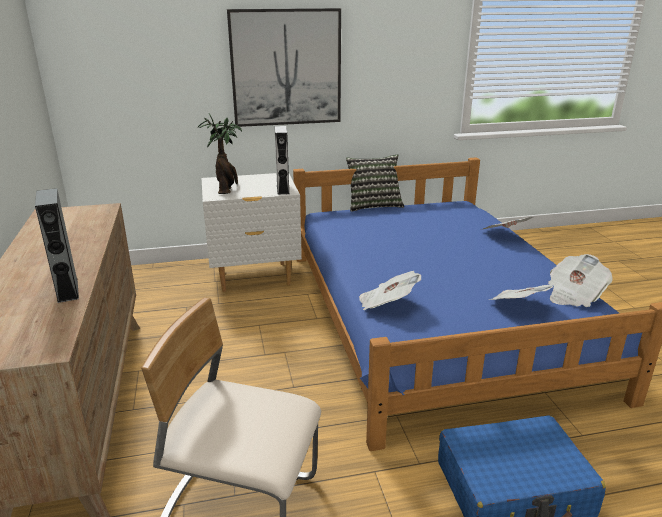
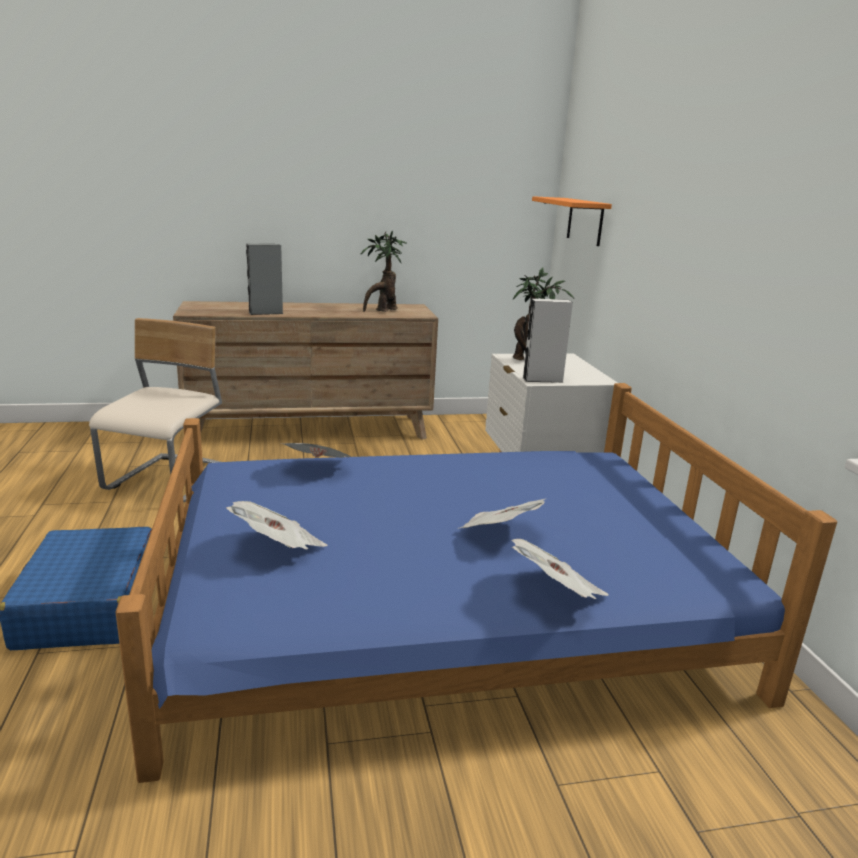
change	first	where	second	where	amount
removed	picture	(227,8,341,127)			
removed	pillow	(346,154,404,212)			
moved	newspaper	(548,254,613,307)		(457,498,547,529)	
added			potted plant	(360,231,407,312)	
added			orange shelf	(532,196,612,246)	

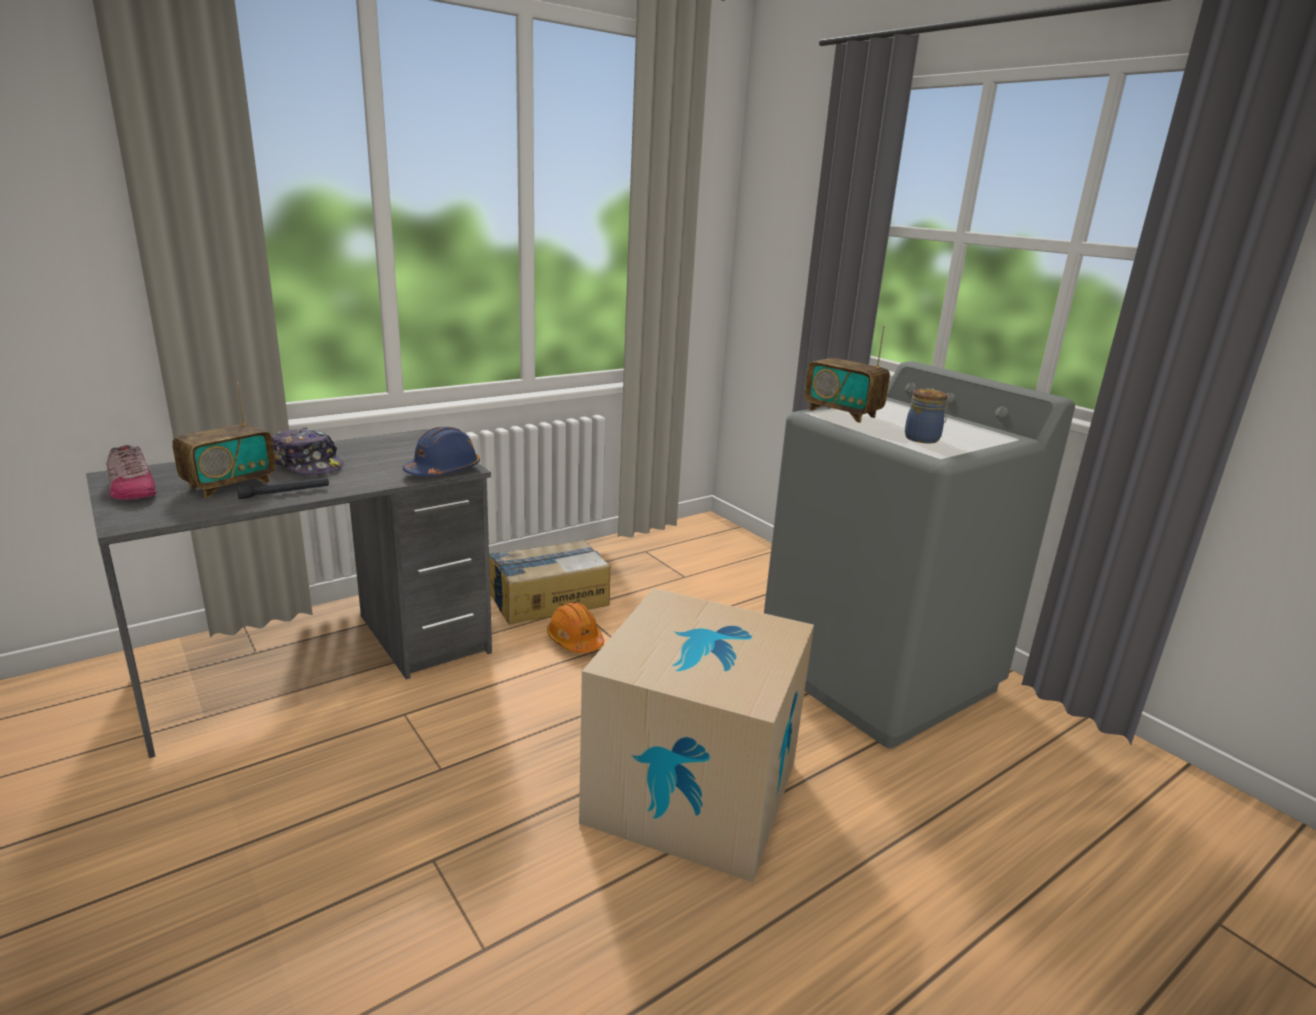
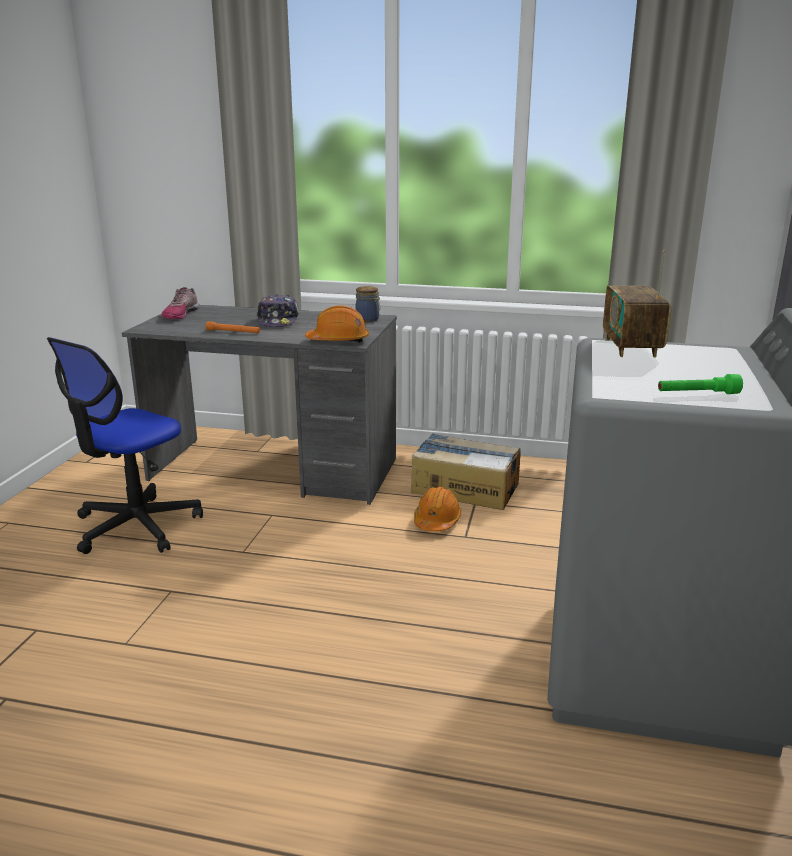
change	first	where	second	where	amount
removed	radio	(172,382,276,498)			
recoloured	black flashlight	(237,477,329,499)	orange flashlight	(206,321,260,333)	
recoloured	blue hard hat	(403,427,480,476)	orange hard hat	(305,305,369,342)	
removed	cardboard box	(579,588,814,883)			
moved	jar	(905,389,950,443)		(355,286,380,322)	
added			office chair	(47,337,203,554)	
added			green flashlight	(658,374,743,394)	

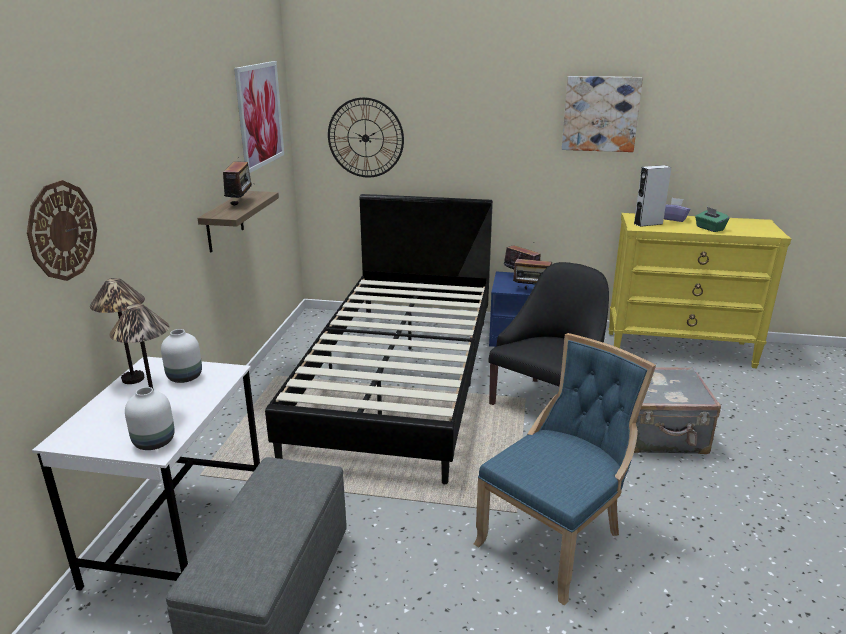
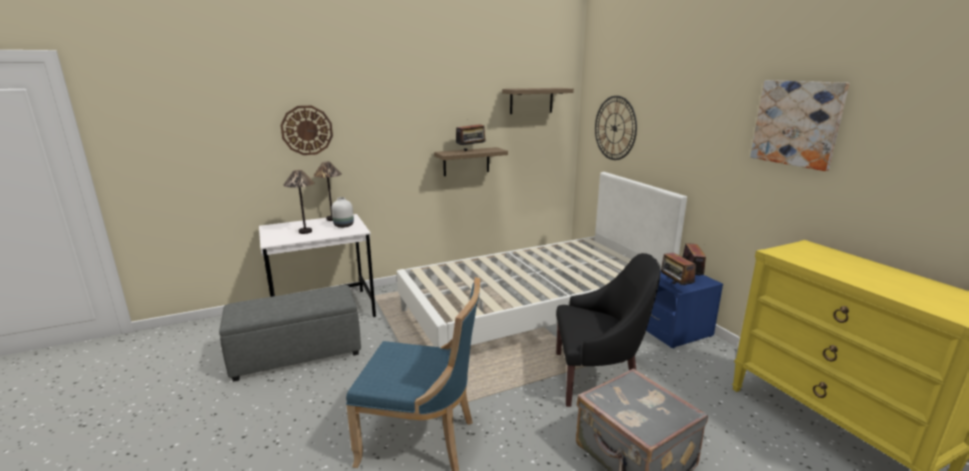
change	first	where	second	where	amount
removed	white vase	(125,387,175,450)			
replaced	picture	(234,61,284,173)	shelf	(502,88,574,114)	
recoloured	black bed	(265,194,493,484)	white bed	(397,172,687,348)	
removed	grey speaker	(634,165,671,227)			
removed	purple tissue box	(664,198,690,222)			
removed	green tissue box	(695,207,729,232)			

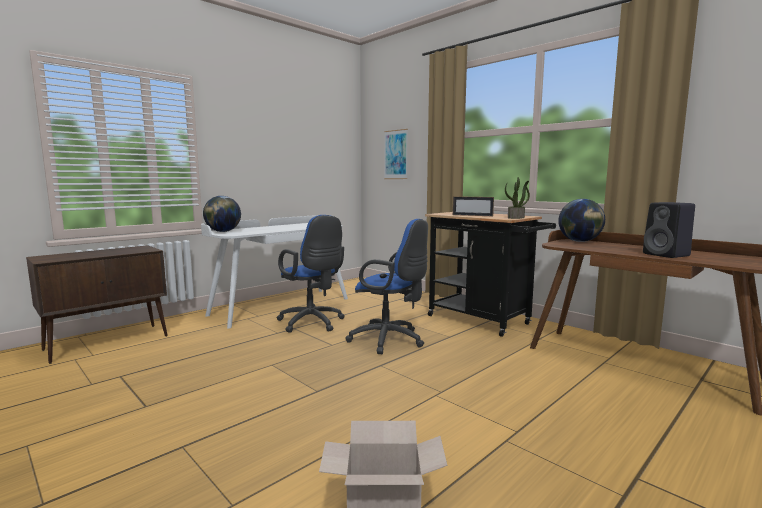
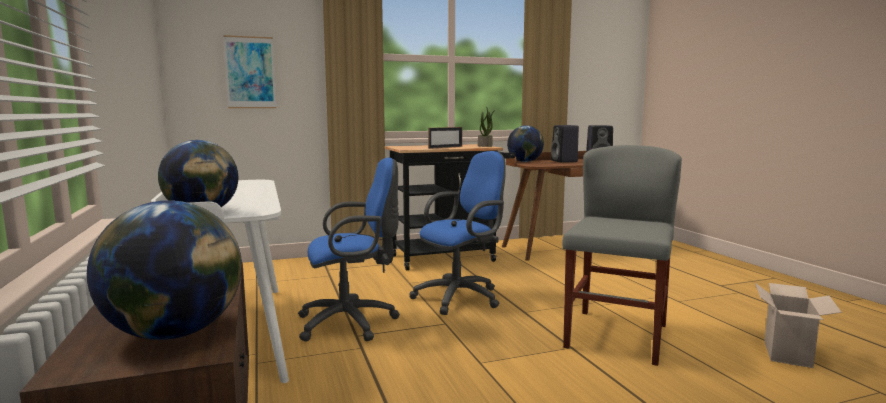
change	first	where	second	where	amount
added			globe	(87,200,242,340)	
added			black speaker	(551,125,579,162)	
added			grey chair	(562,145,682,366)	

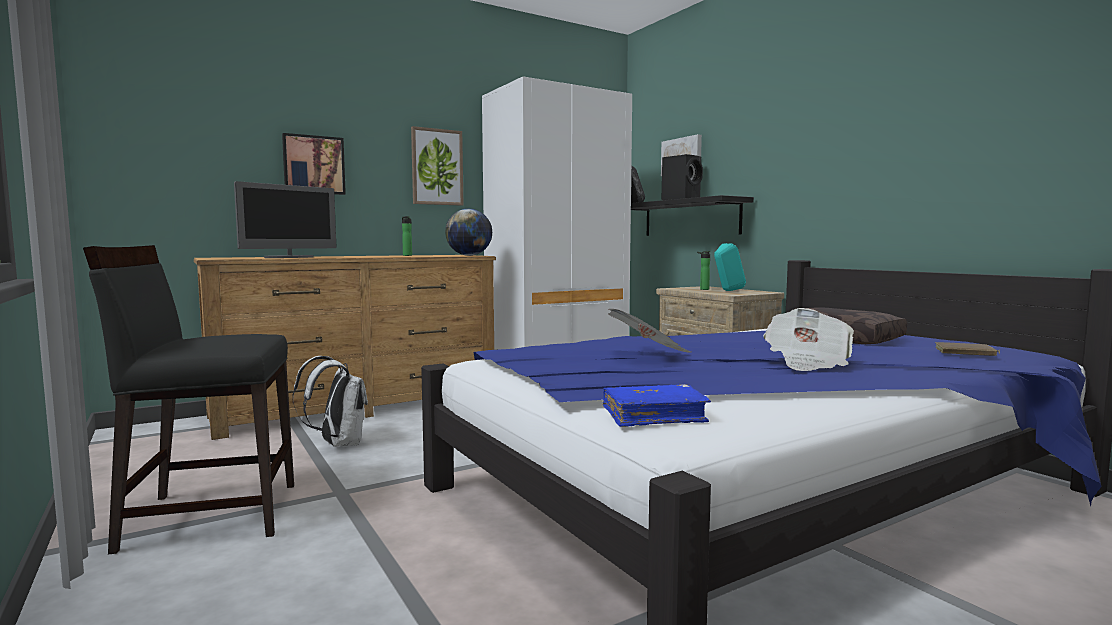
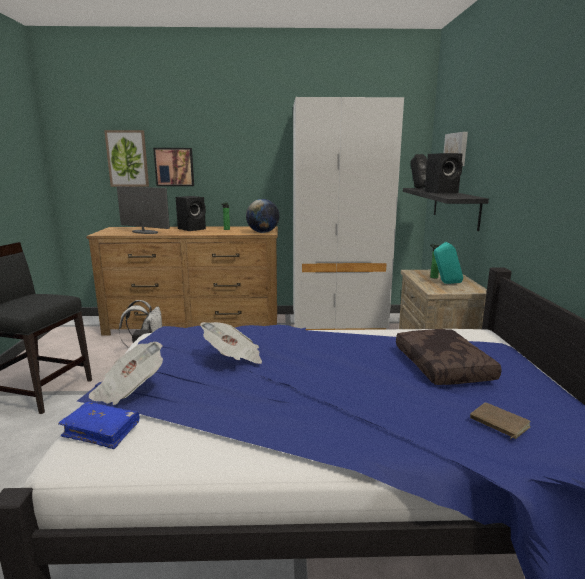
change	first	where	second	where	amount
turned	monitor	(234,181,337,258)		(117,186,170,234)	135 degrees counterclockwise
moved	picture	(411,126,463,206)		(104,130,149,187)	
moved	newspaper	(763,308,854,371)		(89,342,163,405)	
added			black speaker	(176,196,206,231)	

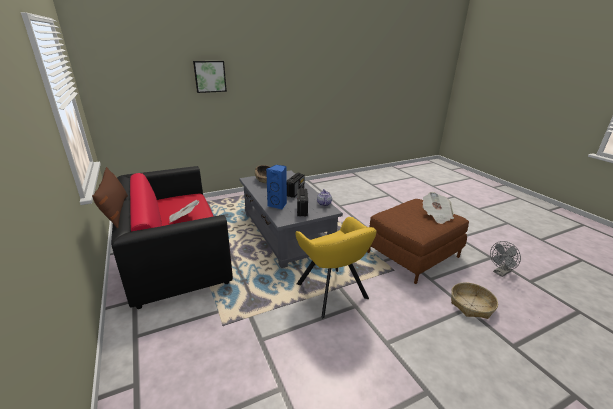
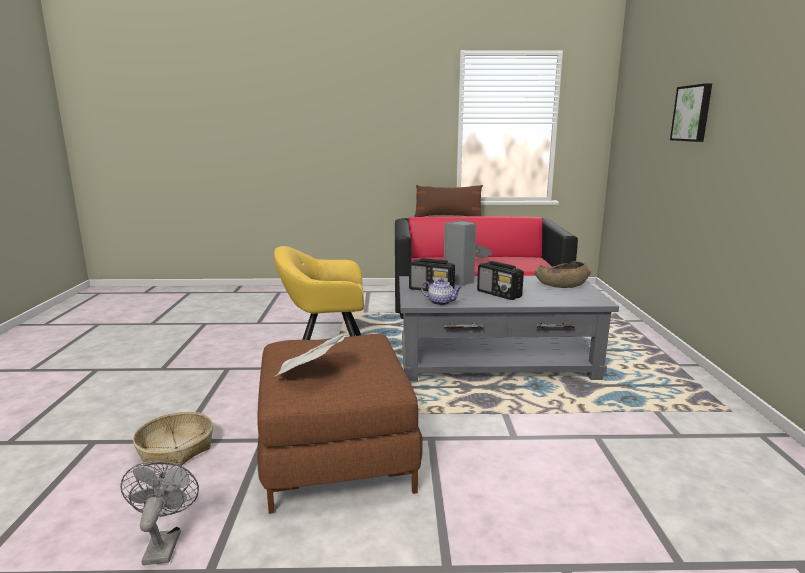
change	first	where	second	where	amount
recoloured	blue speaker	(266,165,287,210)	grey speaker	(444,220,476,286)	

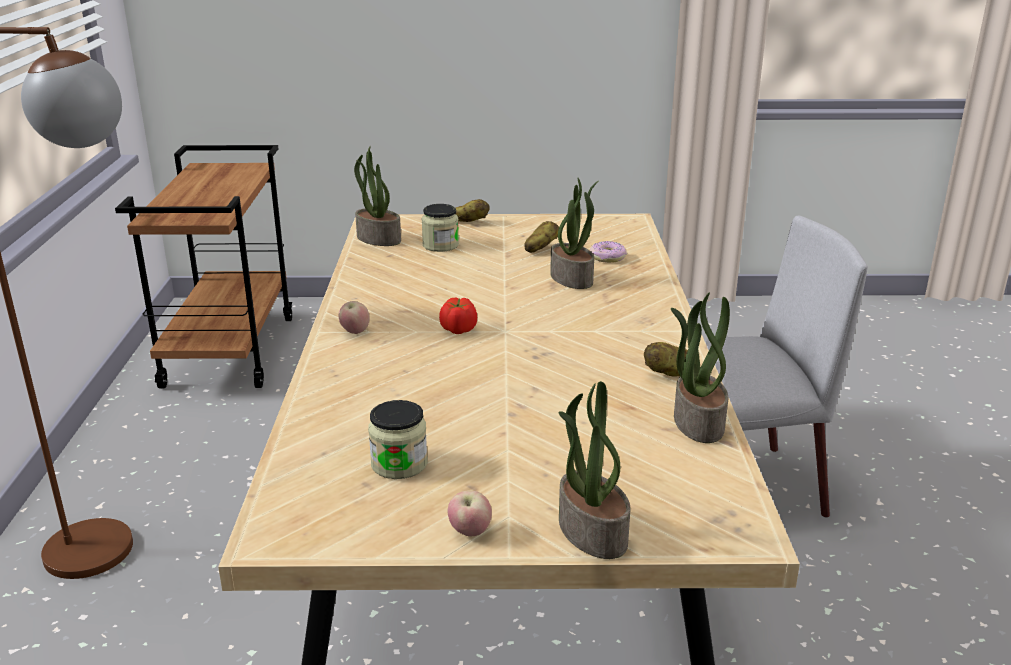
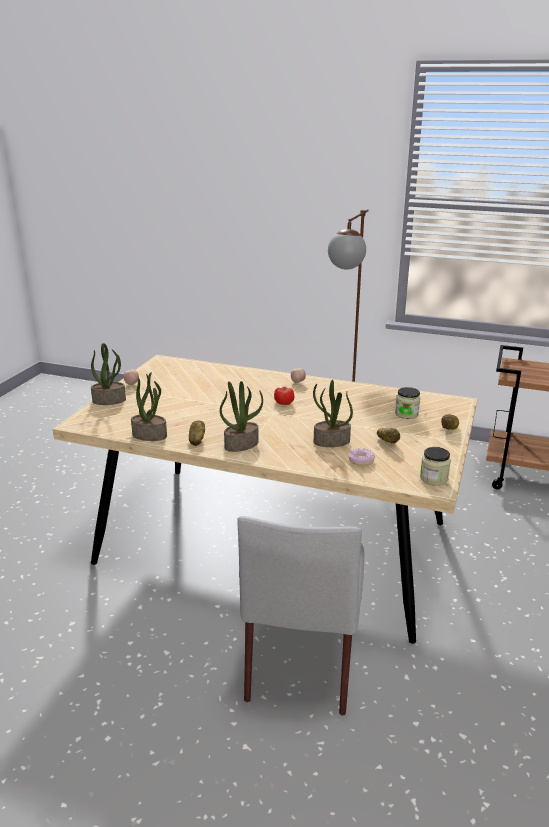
change	first	where	second	where	amount
moved	potted plant	(354,146,401,246)		(220,381,263,452)	
moved	jar	(368,400,428,479)		(420,447,451,486)	

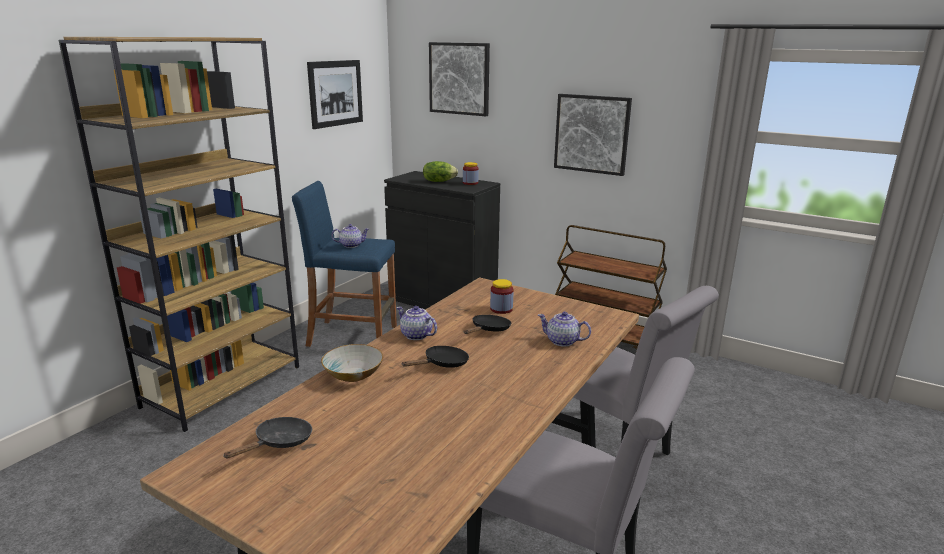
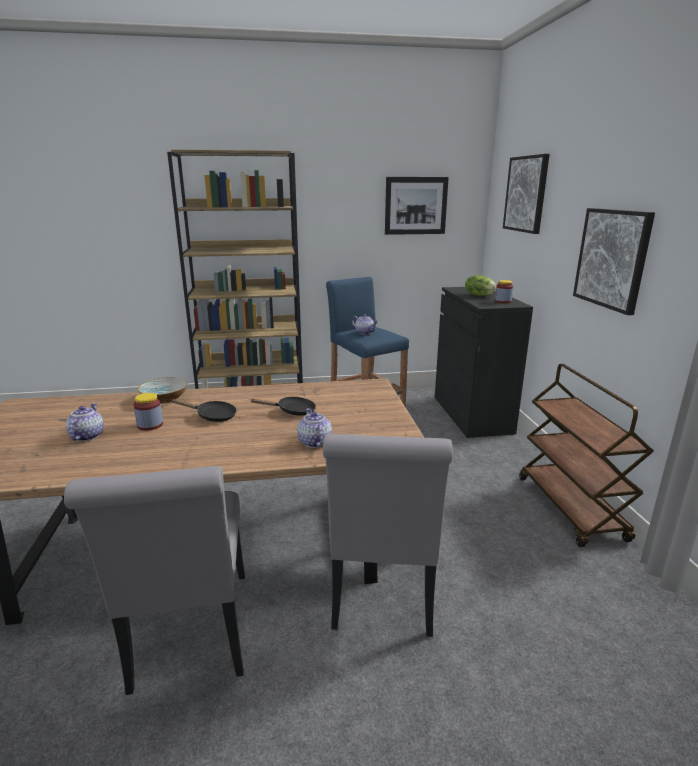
change	first	where	second	where	amount
removed	black frying pan	(224,417,312,459)			
moved	teapot	(396,306,437,340)		(66,403,104,441)	
moved	jar	(490,279,514,314)		(134,393,163,431)	

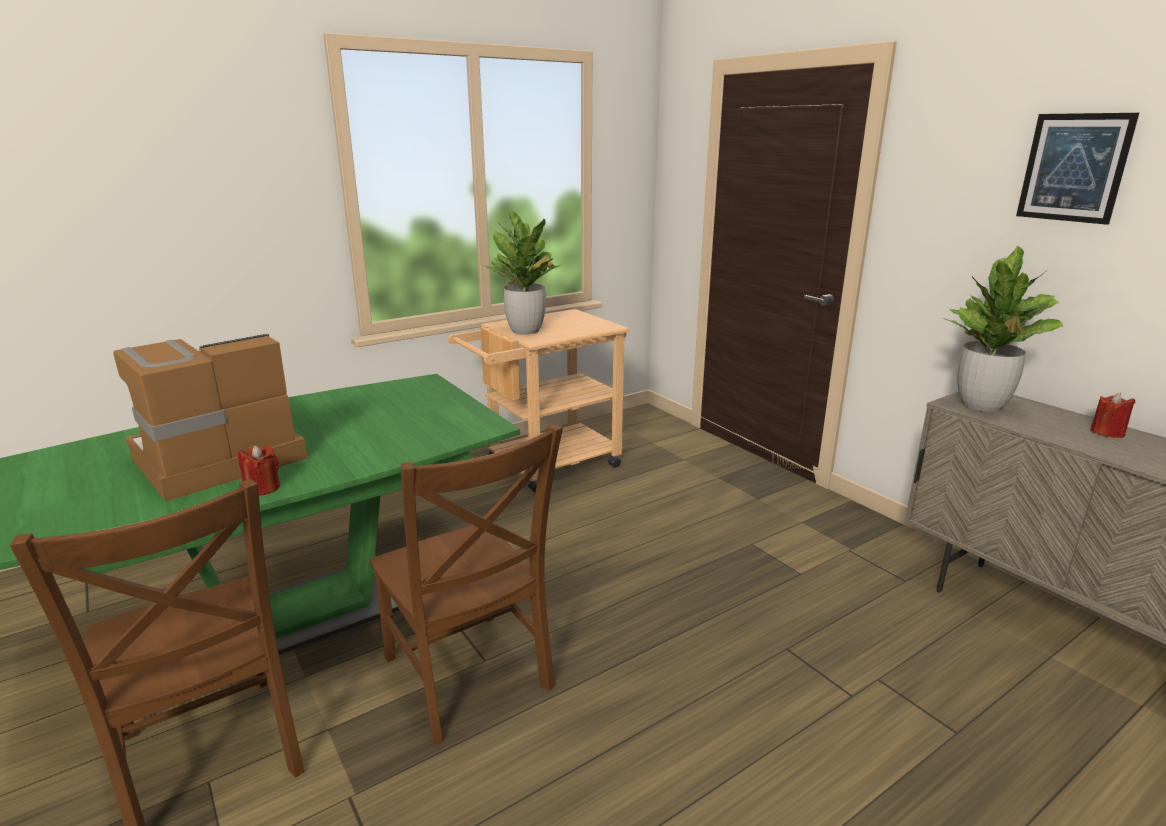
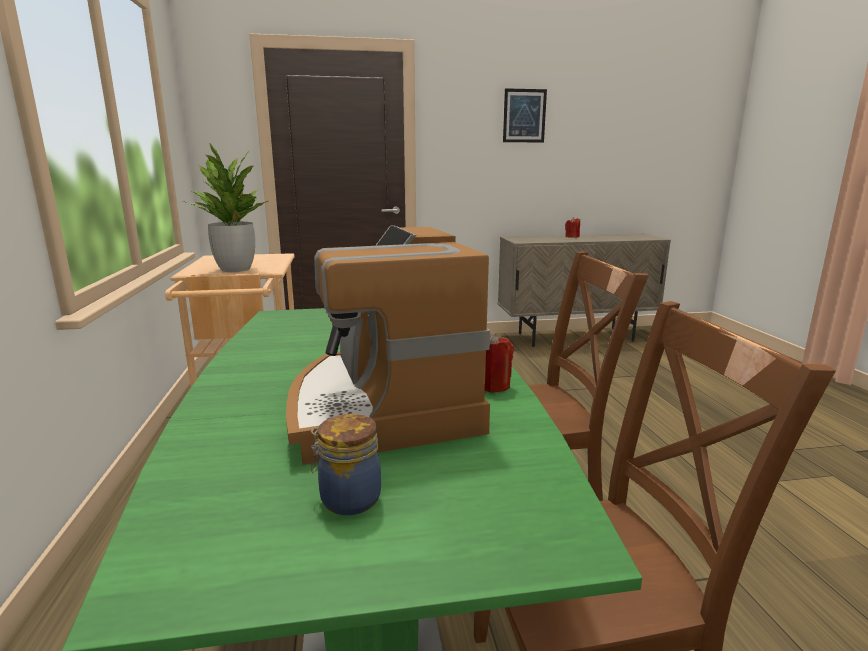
change	first	where	second	where	amount
removed	potted plant	(946,246,1063,412)			
added			jar	(311,414,381,515)	

